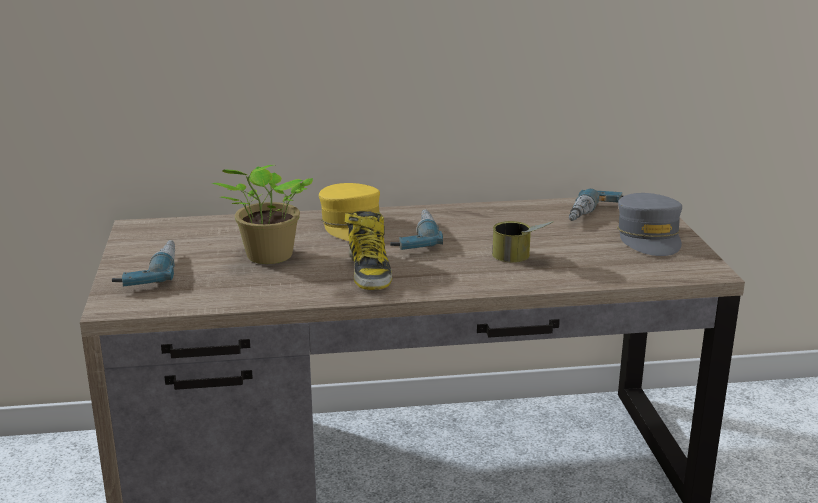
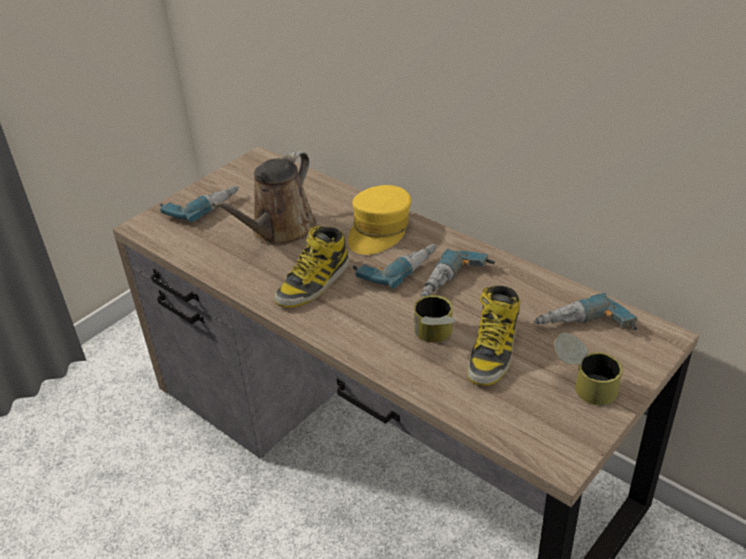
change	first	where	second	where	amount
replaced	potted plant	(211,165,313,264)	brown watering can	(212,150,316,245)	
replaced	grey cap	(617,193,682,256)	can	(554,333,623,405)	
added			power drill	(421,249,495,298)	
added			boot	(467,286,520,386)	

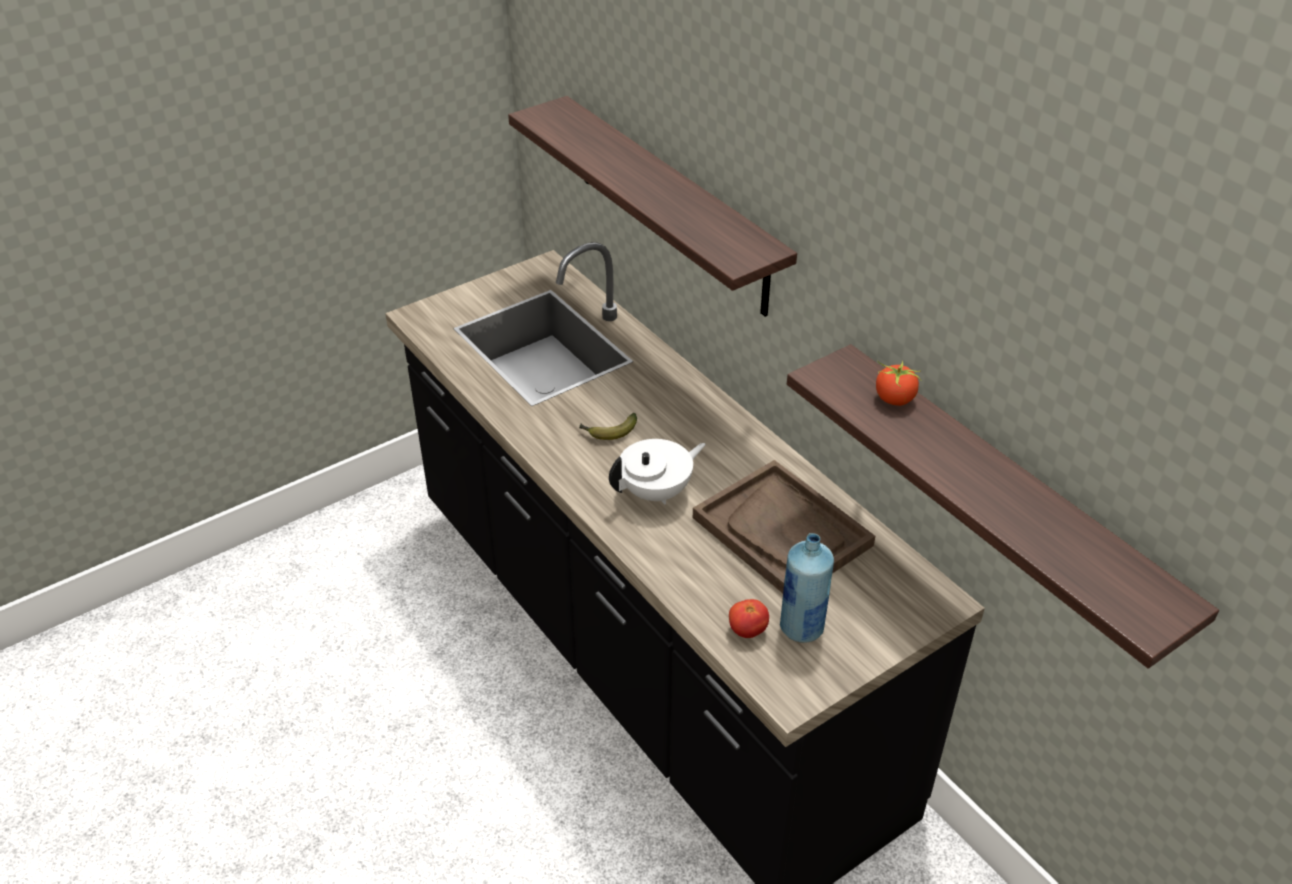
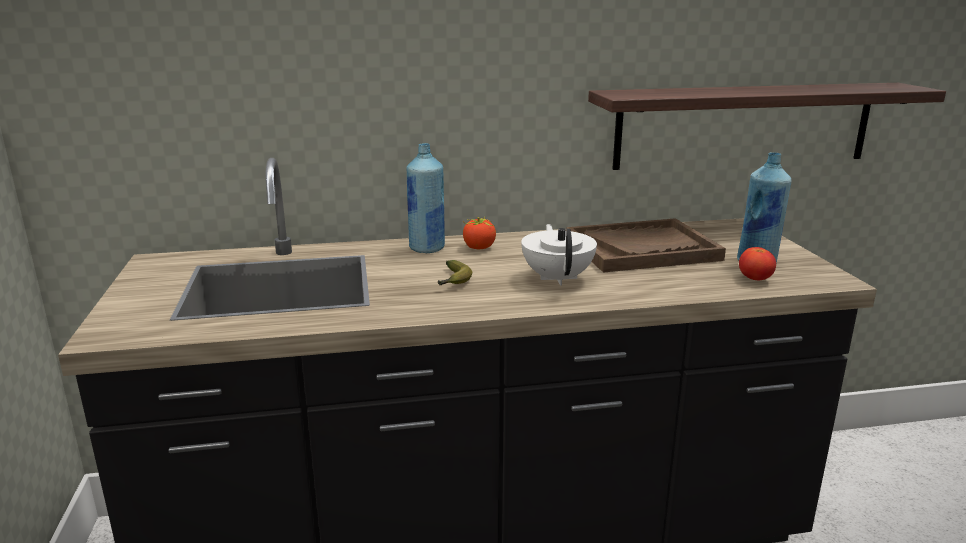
change	first	where	second	where	amount
removed	shelf	(508,96,797,317)			
moved	tomato	(876,360,922,406)		(463,217,496,249)	
added			blue bottle	(406,143,445,253)	

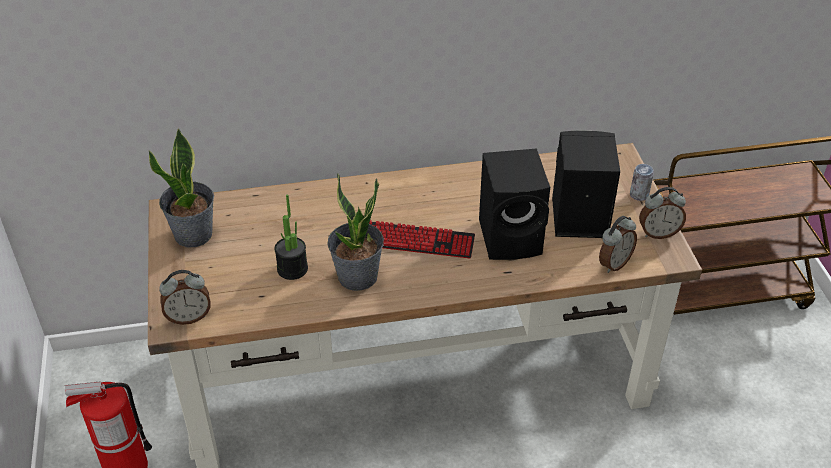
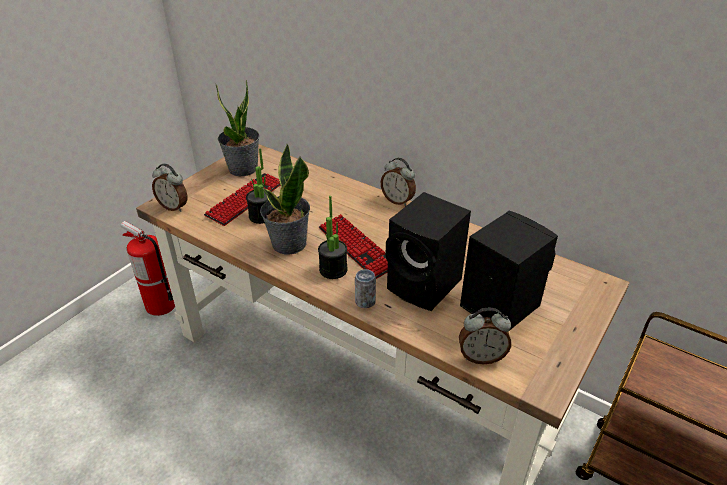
change	first	where	second	where	amount
moved	can	(630,164,654,201)		(355,269,376,308)	
moved	alarm clock	(639,187,686,239)		(381,158,416,206)	
added			keyboard	(204,173,280,226)	
added			potted plant	(318,196,348,279)	

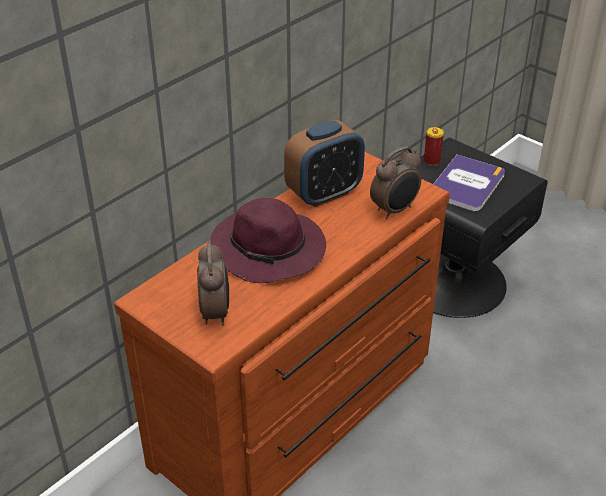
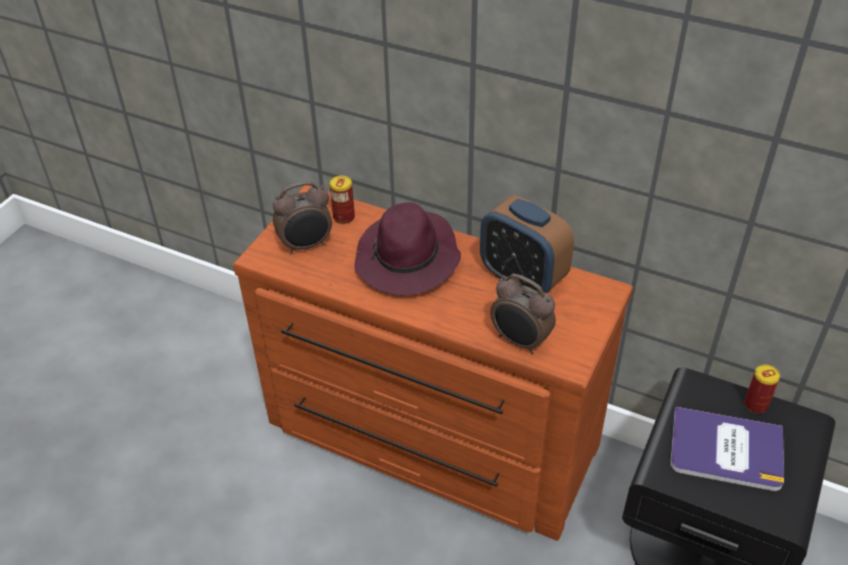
change	first	where	second	where	amount
added			can	(330,176,355,224)	

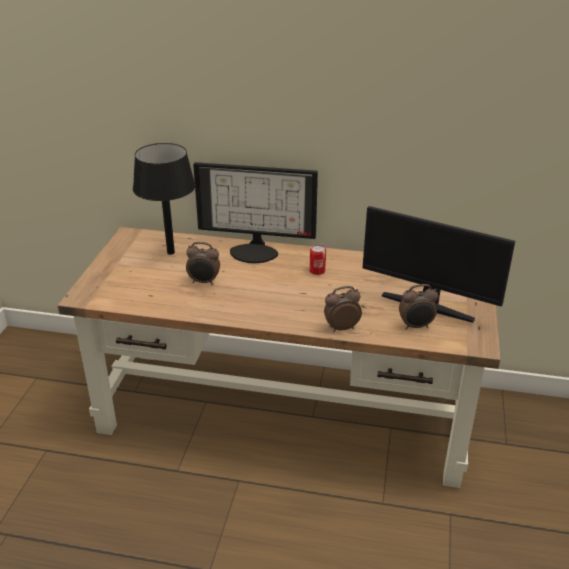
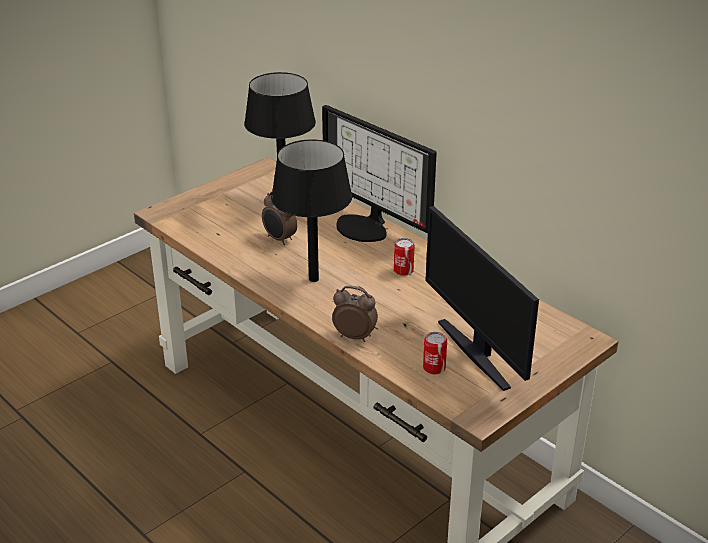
change	first	where	second	where	amount
replaced	alarm clock	(399,284,438,330)	can	(423,332,447,374)	
added			black table lamp	(271,139,352,282)	

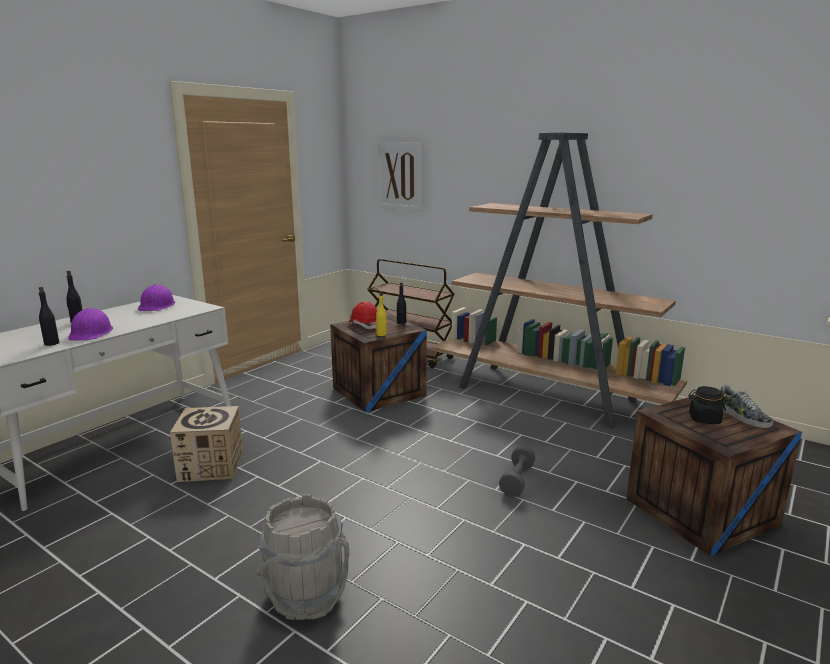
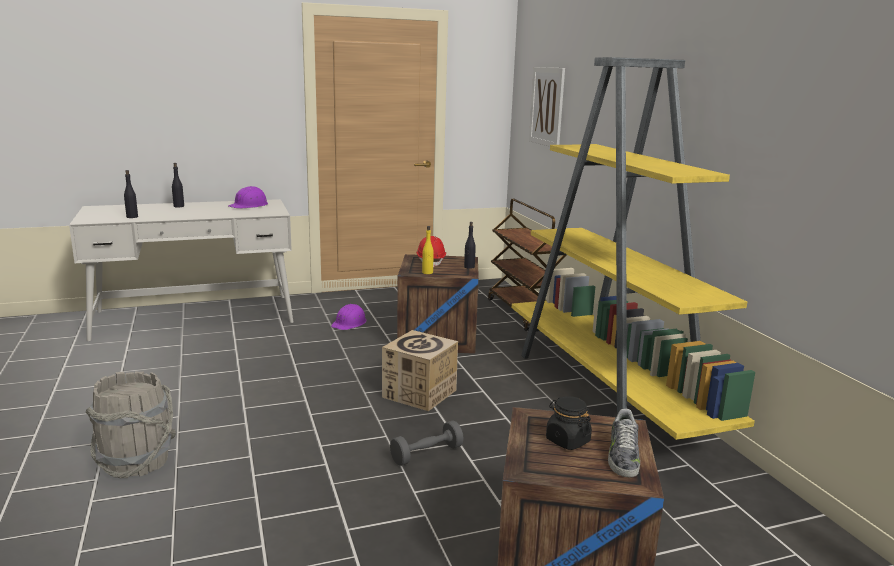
change	first	where	second	where	amount
moved	purple hard hat	(68,308,113,341)		(331,304,367,330)	
moved	cardboard box	(170,406,243,482)		(382,330,458,411)	
recoloured	brown bookcase	(432,133,687,428)	yellow bookcase	(512,57,755,440)	

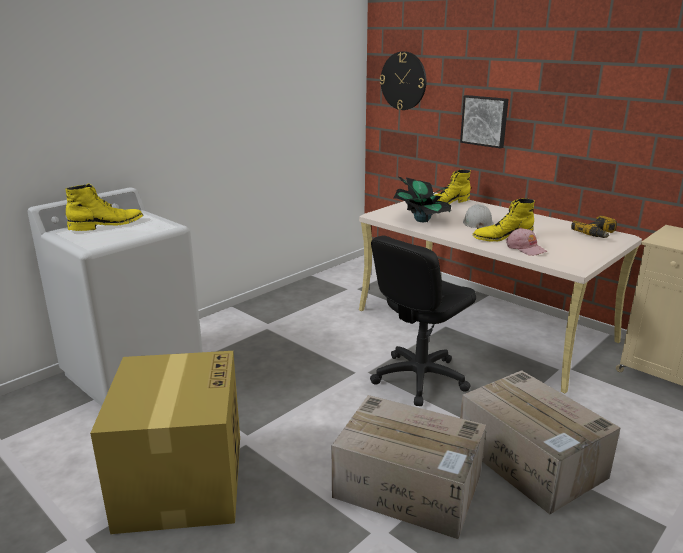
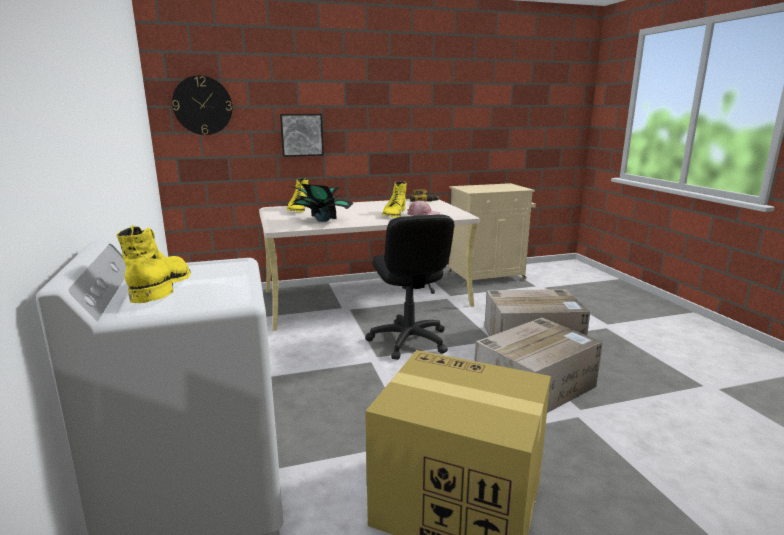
change	first	where	second	where	amount
removed	white hard hat	(463,204,494,229)			

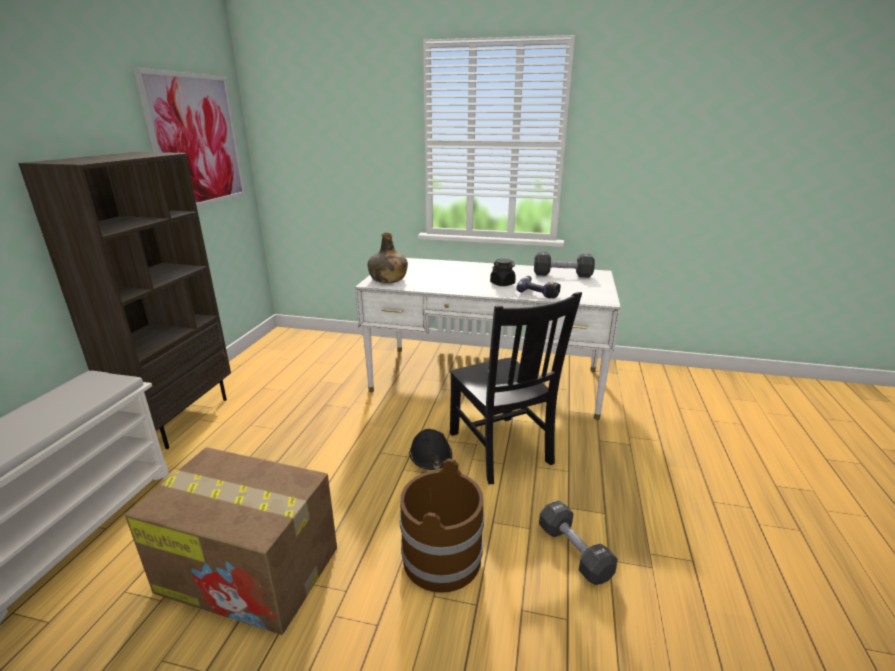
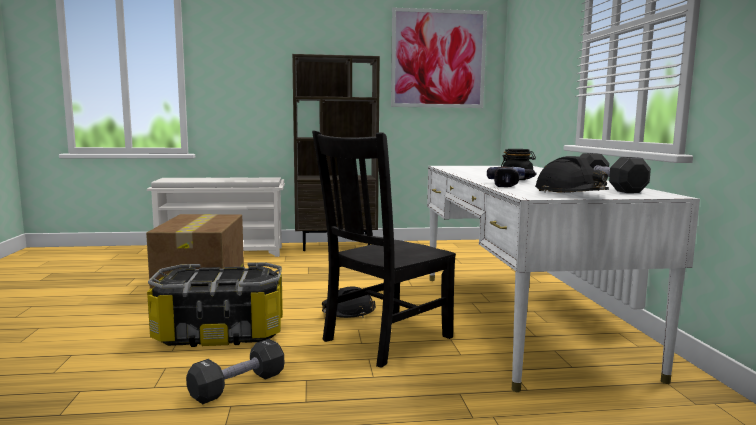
change	first	where	second	where	amount
removed	green bottle	(368,233,408,283)			
replaced	brown bucket	(399,459,484,593)	storage box	(147,263,283,347)	
added			black hard hat	(535,156,609,193)	

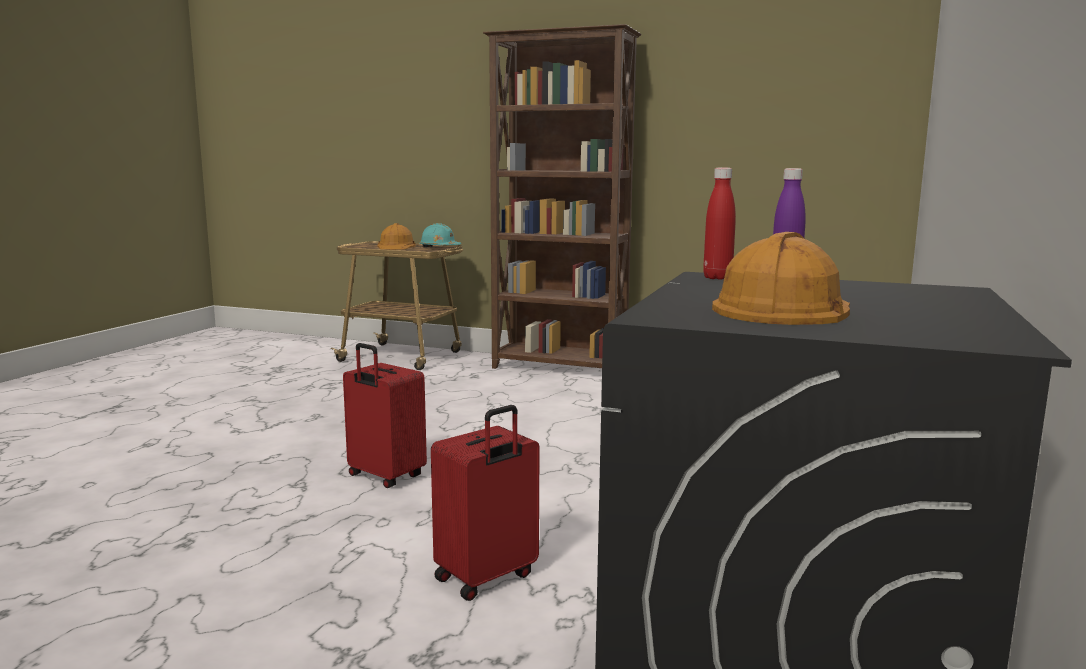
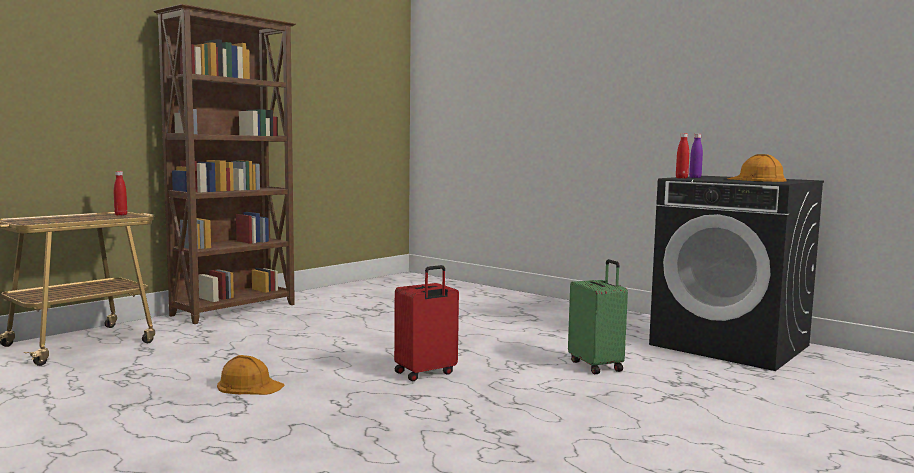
change	first	where	second	where	amount
moved	orange hard hat	(377,223,416,250)		(217,355,285,395)	
replaced	turquoise hard hat	(419,223,461,248)	red bottle	(114,171,127,215)	
recoloured	red suitcase	(431,405,540,601)	green suitcase	(568,259,628,374)	

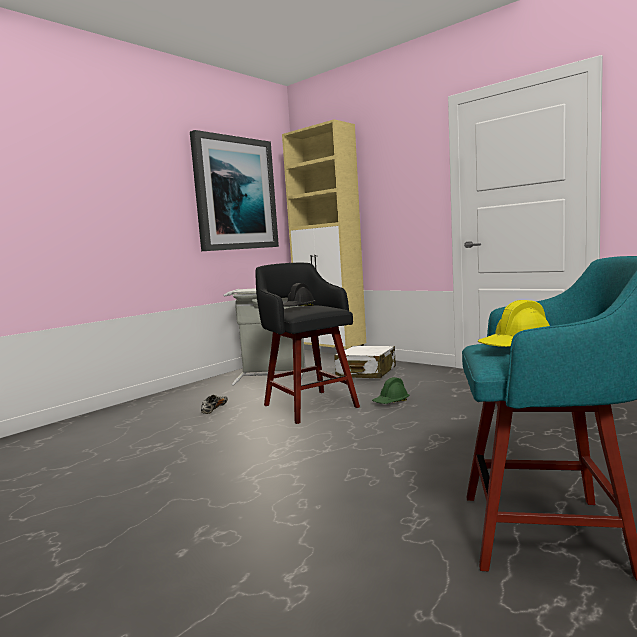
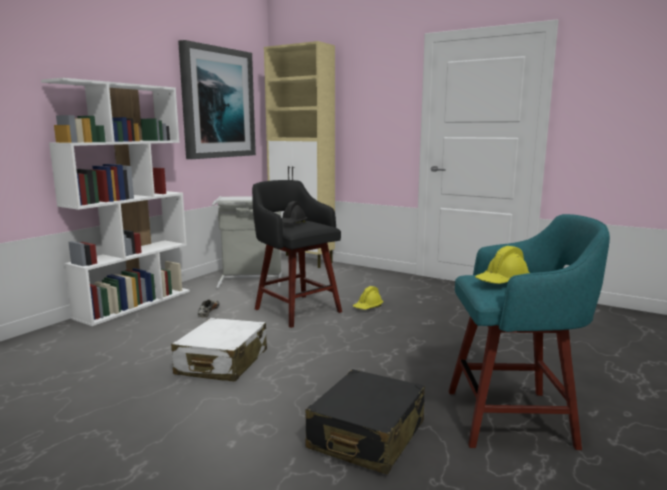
change	first	where	second	where	amount
moved	white suitcase	(334,346,396,378)		(171,318,267,382)	
recoloured	green hard hat	(372,377,409,404)	yellow hard hat	(353,286,383,310)	
added			white bookcase	(41,78,190,326)	
added			black suitcase	(305,369,425,475)	

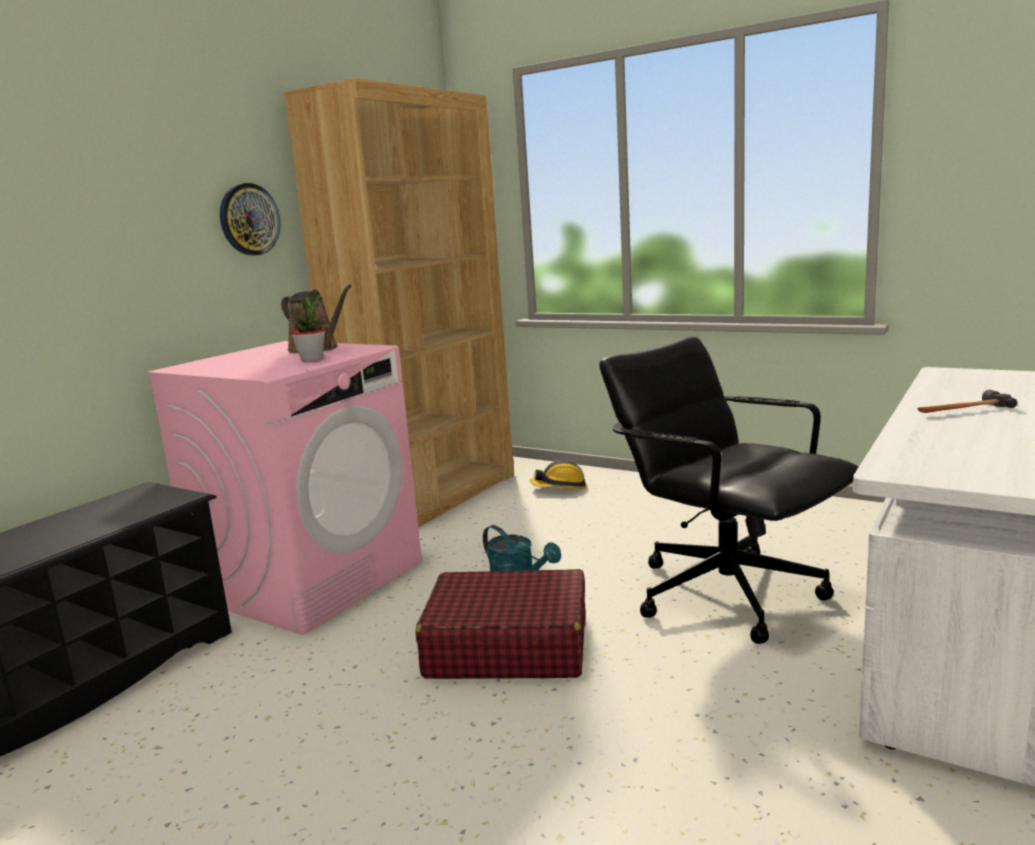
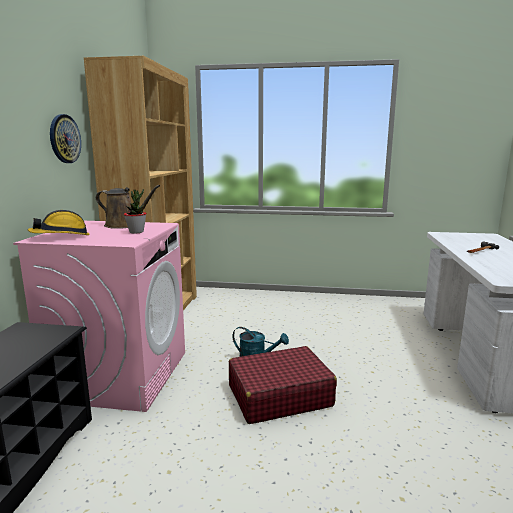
change	first	where	second	where	amount
moved	hard hat	(530,460,588,489)		(28,210,90,235)	
removed	black office chair	(599,336,859,644)			

